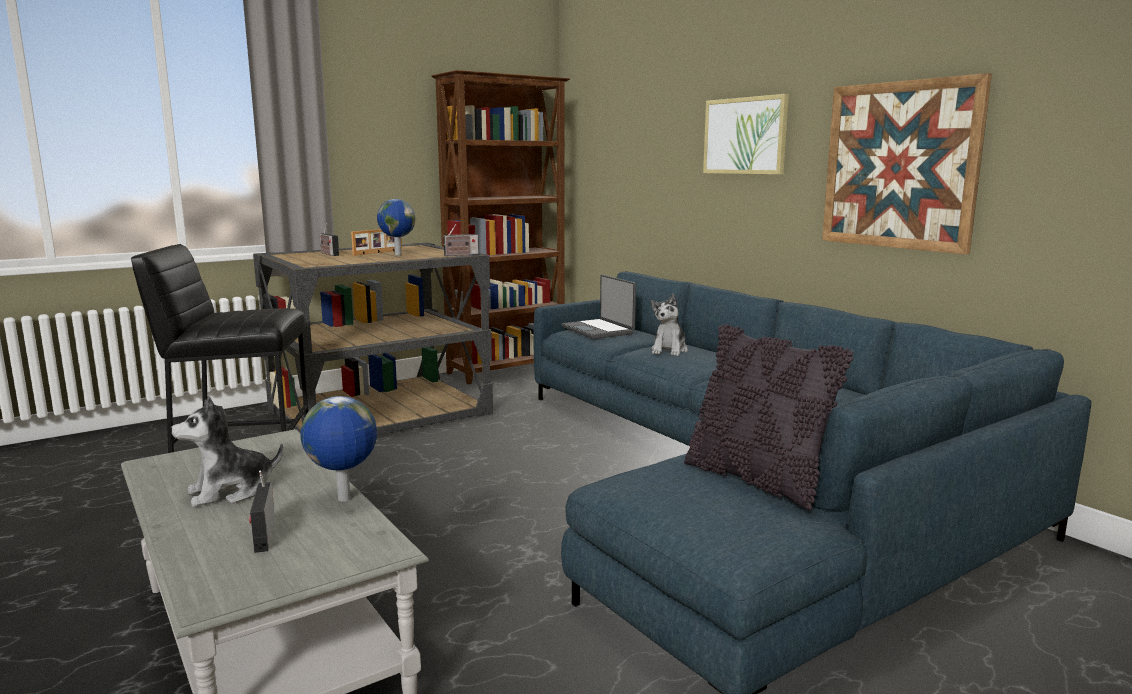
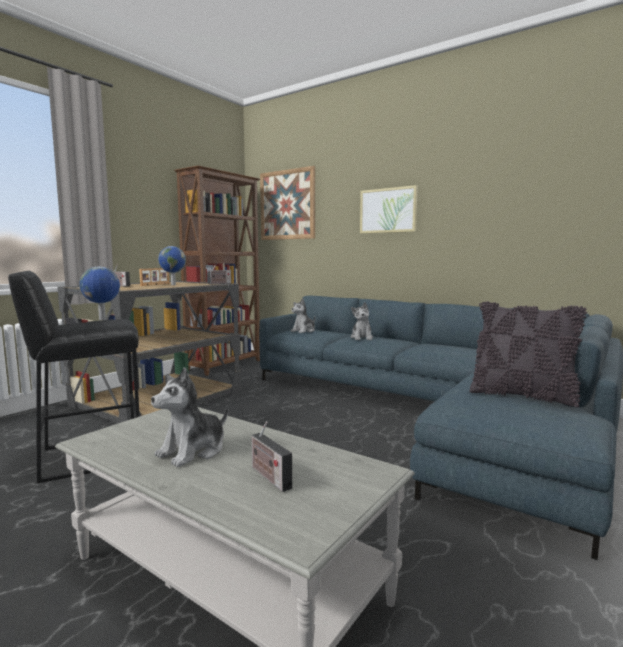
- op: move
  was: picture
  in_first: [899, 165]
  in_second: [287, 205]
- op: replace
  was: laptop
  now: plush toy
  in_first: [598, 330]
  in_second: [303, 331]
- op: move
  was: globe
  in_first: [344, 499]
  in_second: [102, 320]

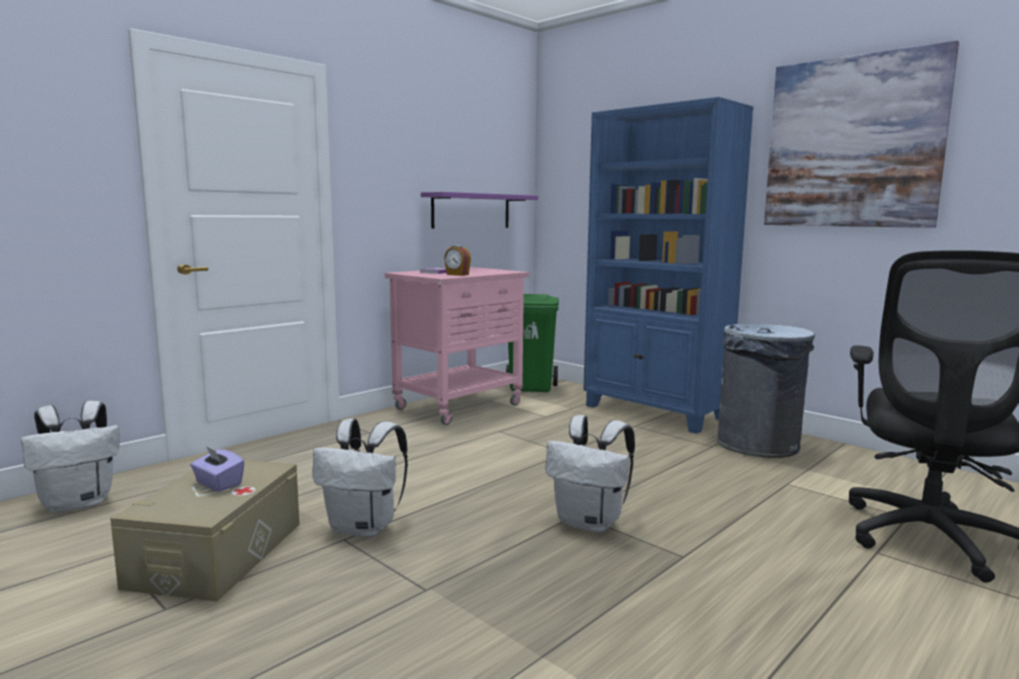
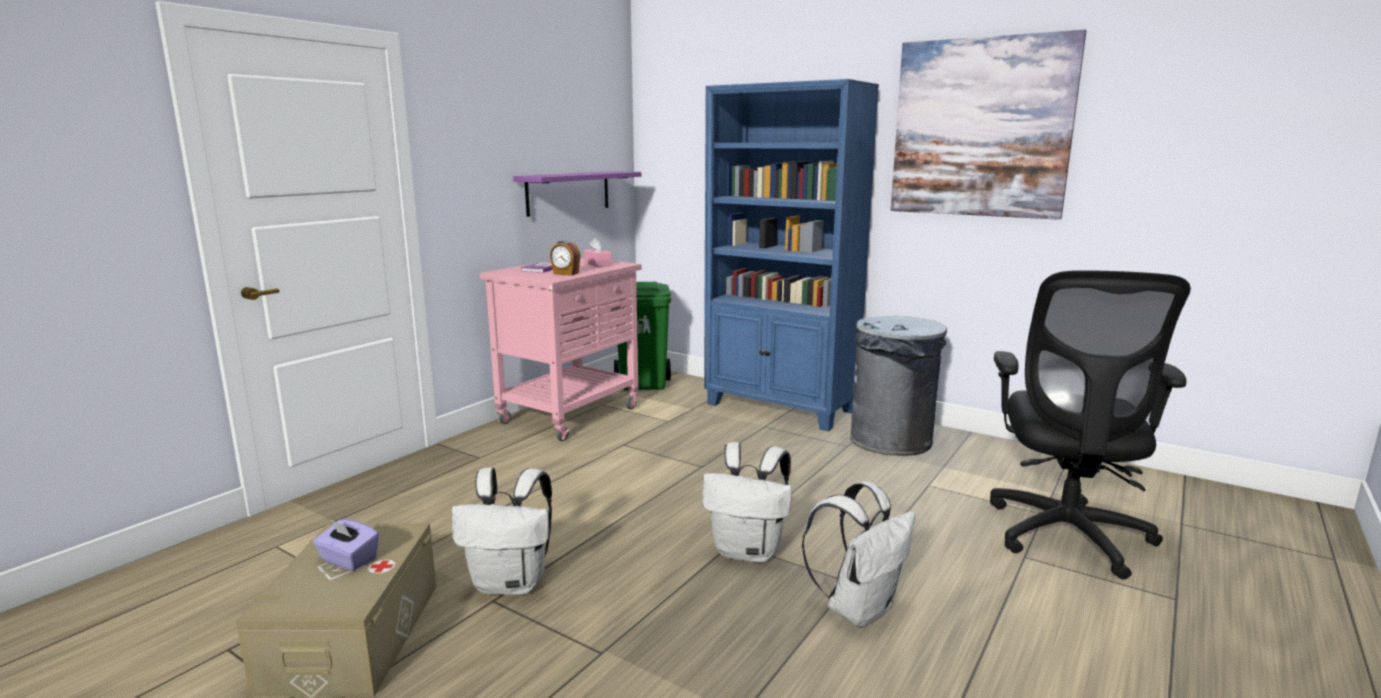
- op: move
  was: white backpack
  in_first: [79, 503]
  in_second: [859, 608]
- op: insert
  now: pink tissue box
  in_second: [597, 264]

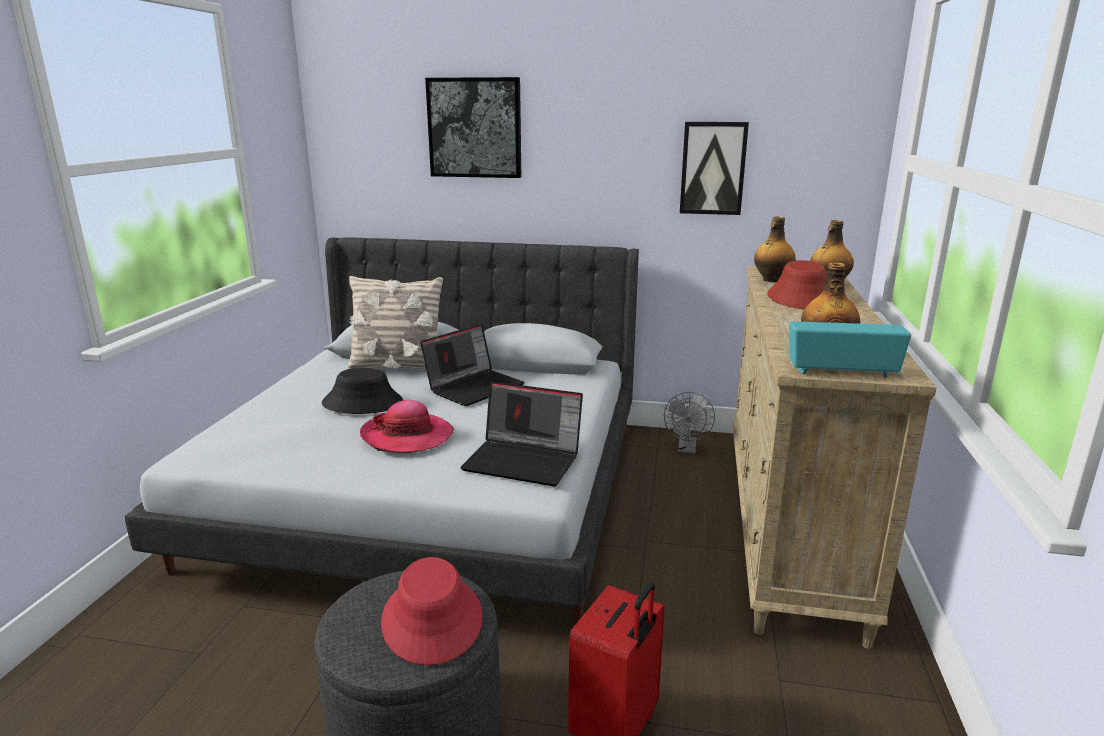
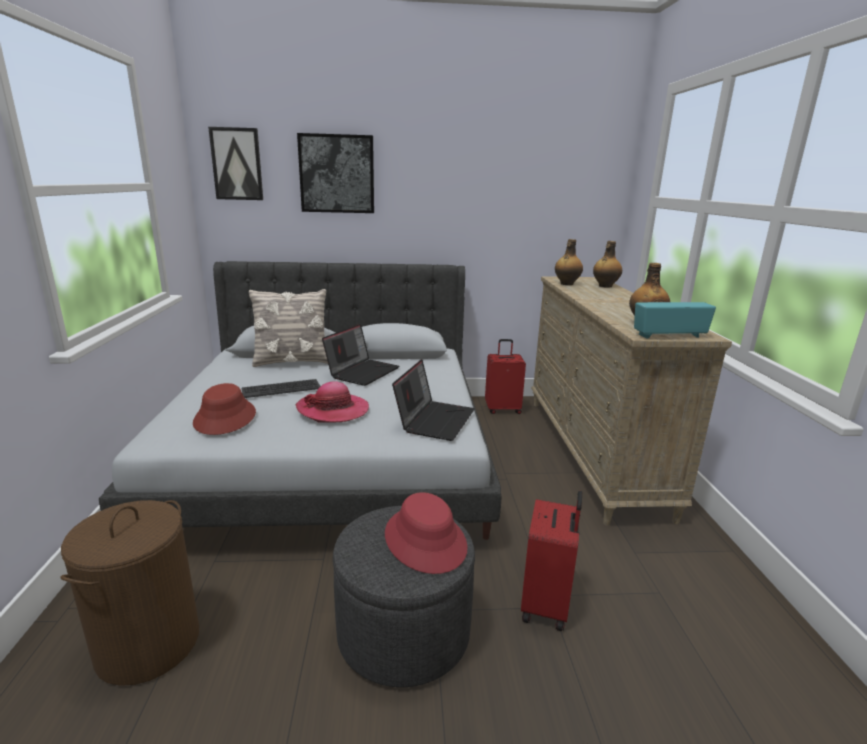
- op: move
  was: picture
  in_first: [713, 168]
  in_second: [237, 164]
- op: move
  was: red hat
  in_first: [801, 298]
  in_second: [225, 418]
- op: replace
  was: black hat
  now: keyboard
  in_first: [363, 403]
  in_second: [281, 389]
- op: rotate
  was: laptop
  in_first: [524, 460]
  in_second: [434, 420]
  clockwise: -75
- op: replace
  was: grey fan
  now: red suitcase
  in_first: [687, 449]
  in_second: [502, 409]
- op: insert
  now: brown laundry basket
  in_second: [148, 645]

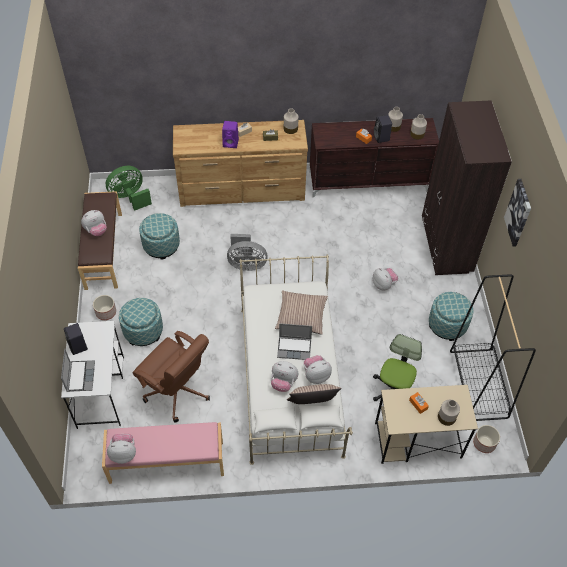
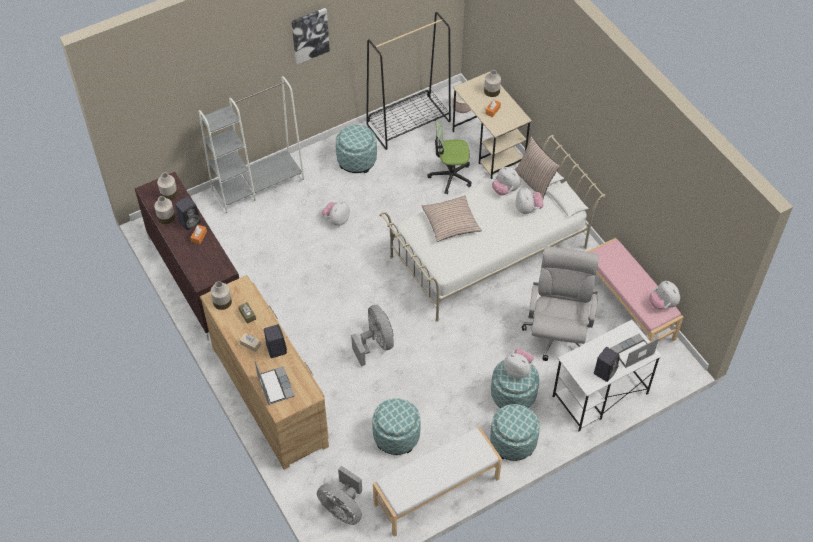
- op: replace
  was: brown wardrobe
  now: grey clothes rack
  in_first: [446, 246]
  in_second: [259, 187]
- op: recolor
  was: purple speaker
  now: black speaker
  in_first: [231, 143]
  in_second: [276, 348]
- op: recolor
  was: green fan
  now: grey fan
  in_first: [130, 197]
  in_second: [343, 509]
- op: recolor
  was: brown bench
  now: white bench
  in_first: [103, 250]
  in_second: [437, 492]
- op: move
  was: plush toy
  in_first: [96, 231]
  in_second: [518, 370]
- op: replace
  was: planter
  now: ottoman
  in_first: [106, 312]
  in_second: [513, 442]
- op: move
  was: laptop
  in_first: [294, 348]
  in_second: [275, 386]
- op: recolor
  was: brown office chair
  now: grey office chair
  in_first: [177, 390]
  in_second: [557, 333]

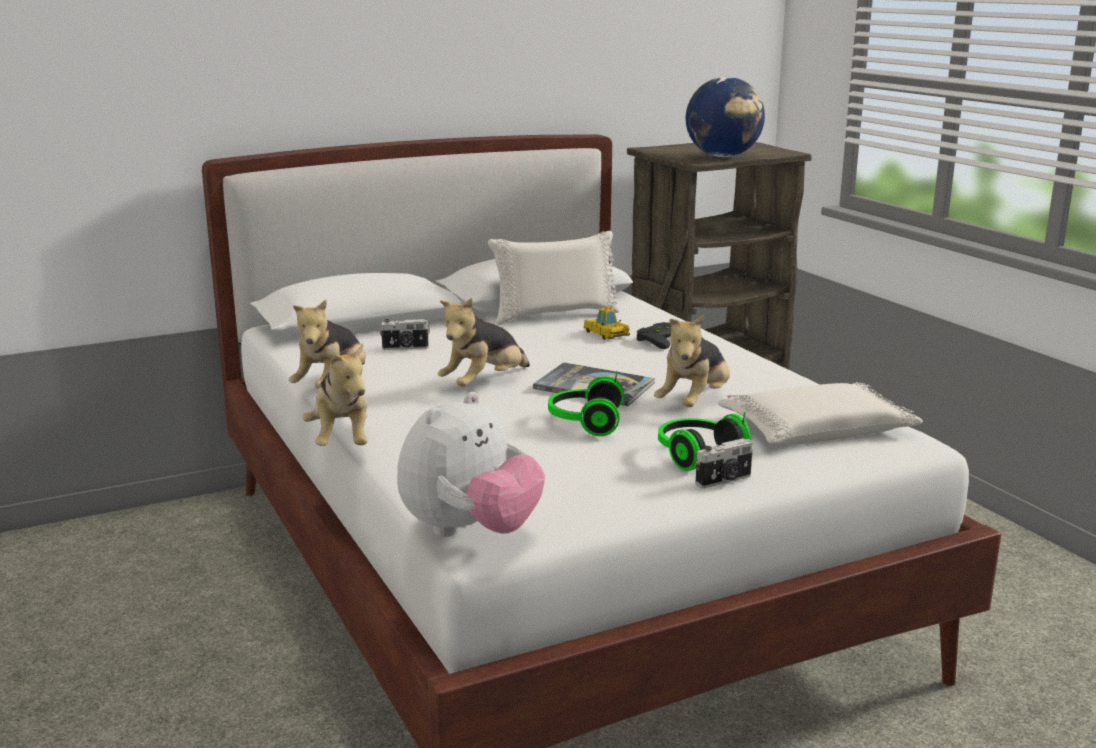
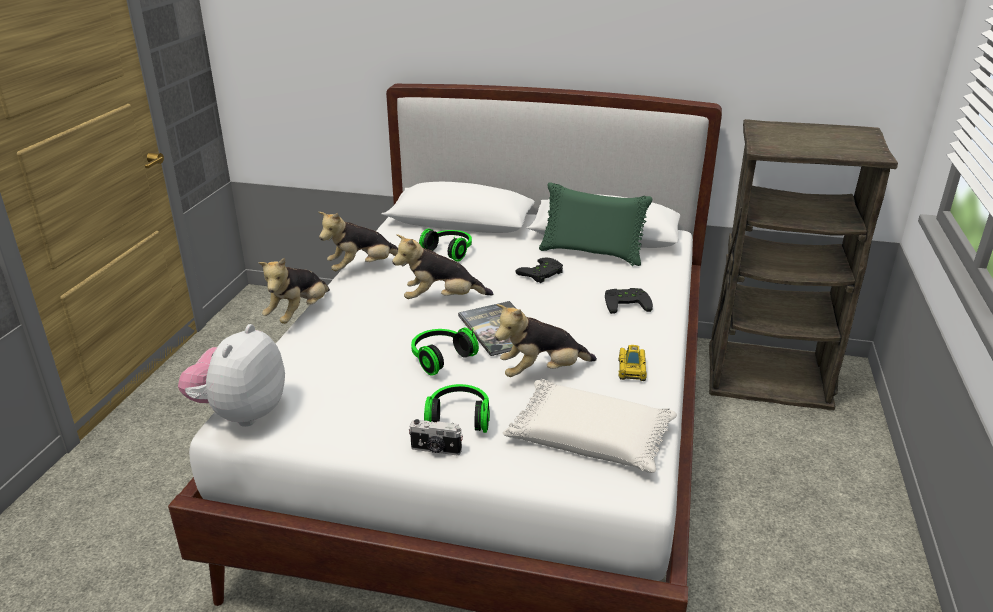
- op: delete
  was: globe
  in_first: [723, 156]
- op: recolor
  was: white pillow
  now: green pillow
  in_first: [555, 315]
  in_second: [591, 253]
- op: move
  was: toy car
  in_first: [606, 333]
  in_second: [632, 369]
- op: replace
  was: photo camera
  now: headphones
  in_first: [405, 348]
  in_second: [449, 251]
- op: rotate
  was: plush toy
  in_first: [470, 532]
  in_second: [241, 413]
  clockwise: 120
- op: insert
  now: black game controller
  in_second: [542, 274]

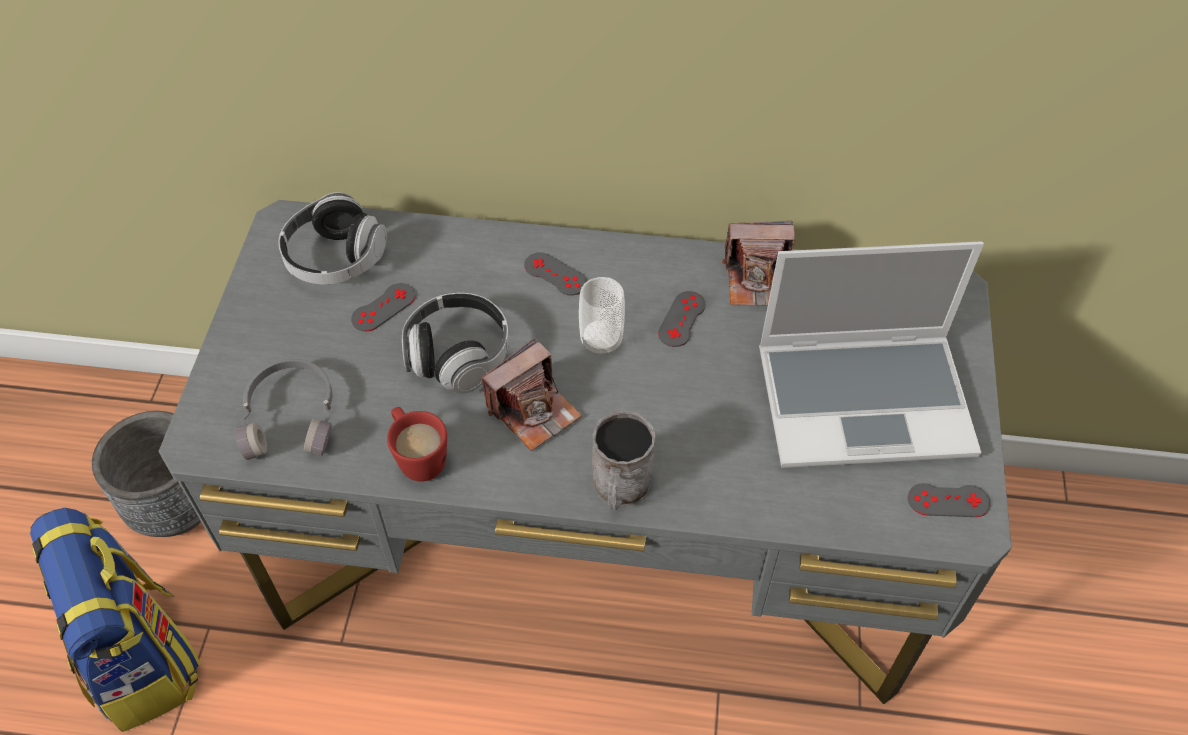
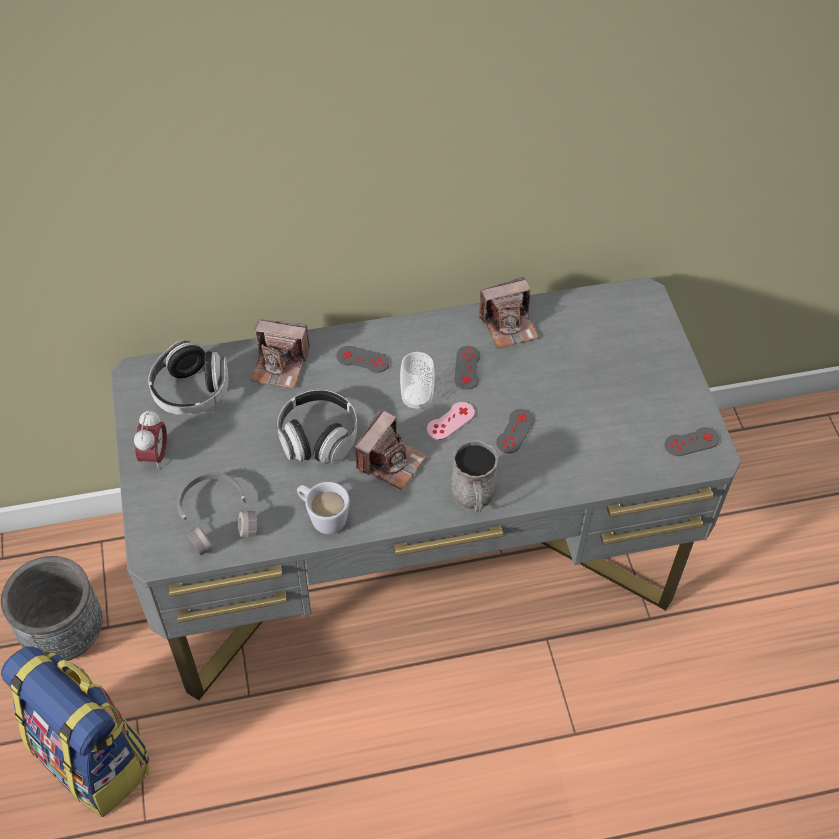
- op: delete
  was: laptop
  in_first: [866, 399]
- op: move
  was: grey game controller
  in_first: [383, 307]
  in_second: [515, 431]
- op: recolor
  was: red mug
  now: white mug
  in_first: [418, 457]
  in_second: [323, 517]
- op: insert
  now: photo camera
  in_second: [280, 365]
- op: insert
  now: pink game controller
  in_second: [450, 421]
- op: insert
  now: alarm clock
  in_second: [155, 456]

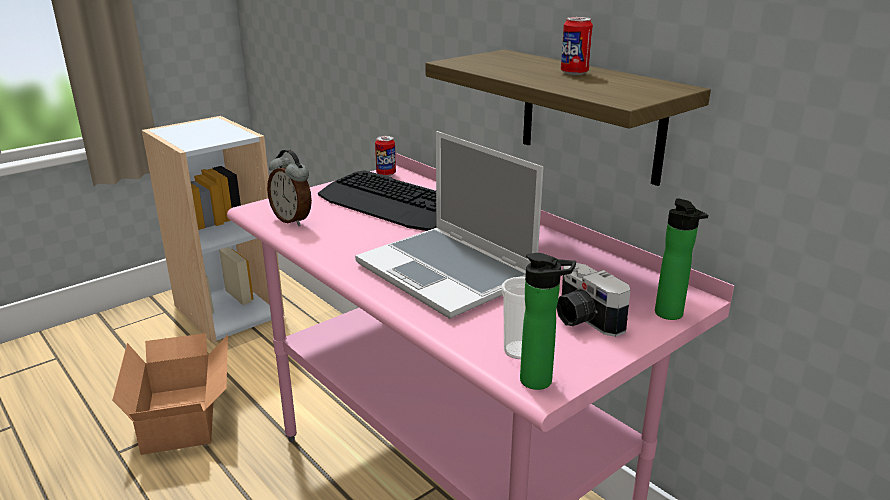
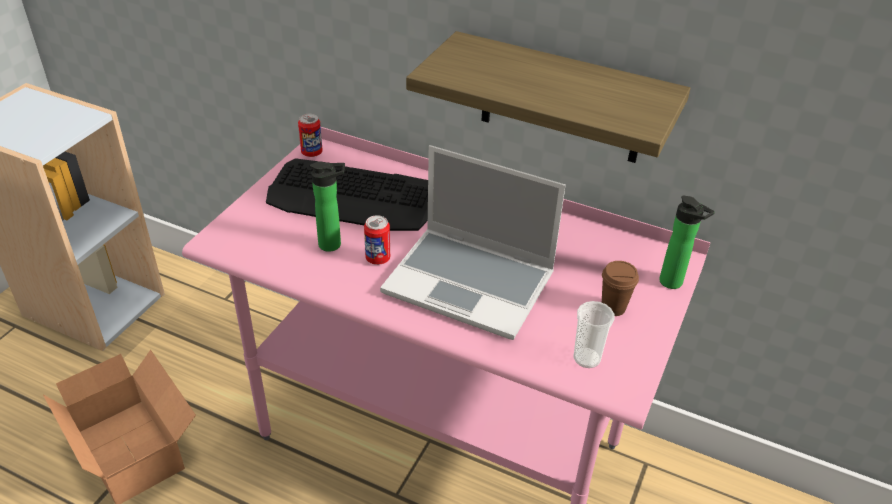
- op: move
  was: can
  in_first: [574, 73]
  in_second: [378, 258]
- op: delete
  was: alarm clock
  in_first: [293, 220]
- op: move
  was: bottle
  in_first: [541, 382]
  in_second: [333, 244]
- op: replace
  was: photo camera
  now: brown cup
  in_first: [583, 319]
  in_second: [613, 307]

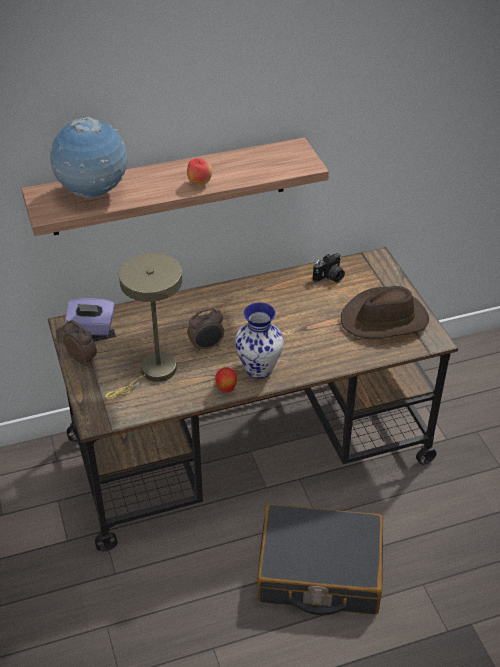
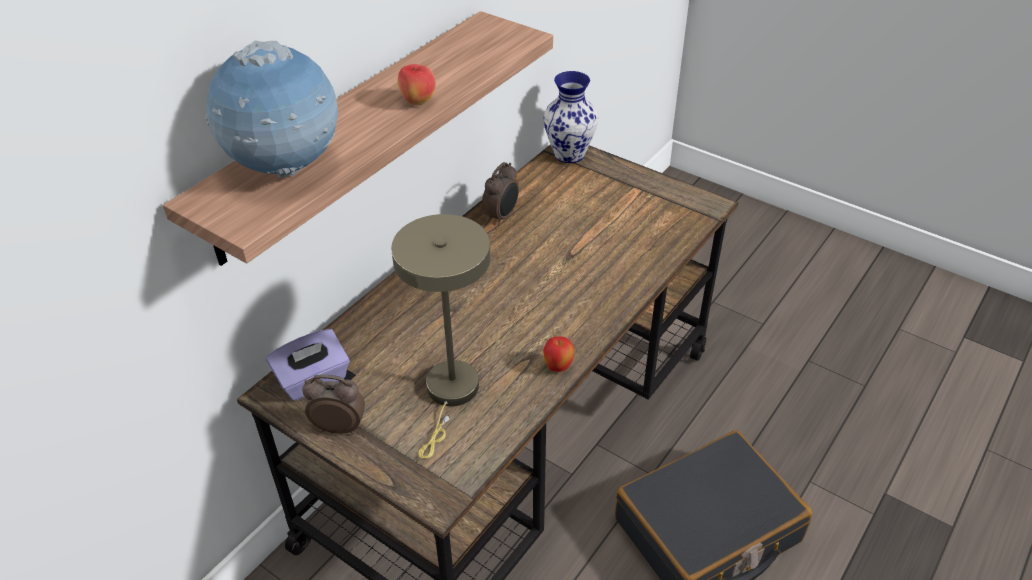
- op: delete
  was: photo camera
  in_first: [330, 277]
- op: delete
  was: brown hat
  in_first: [385, 319]
- op: move
  was: vase
  in_first: [259, 369]
  in_second: [570, 154]
- op: move
  was: alarm clock
  in_first: [207, 346]
  in_second: [502, 216]

